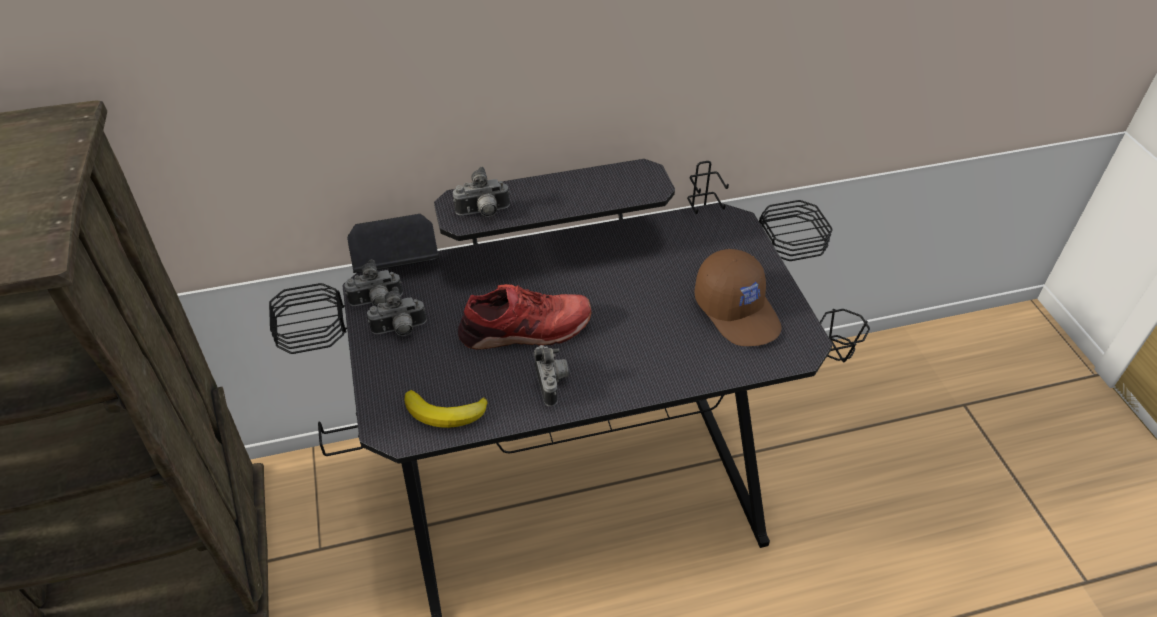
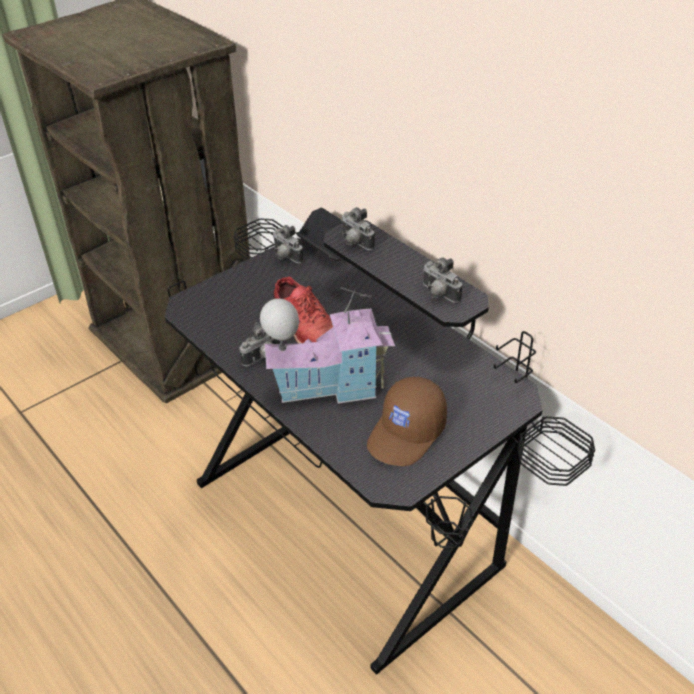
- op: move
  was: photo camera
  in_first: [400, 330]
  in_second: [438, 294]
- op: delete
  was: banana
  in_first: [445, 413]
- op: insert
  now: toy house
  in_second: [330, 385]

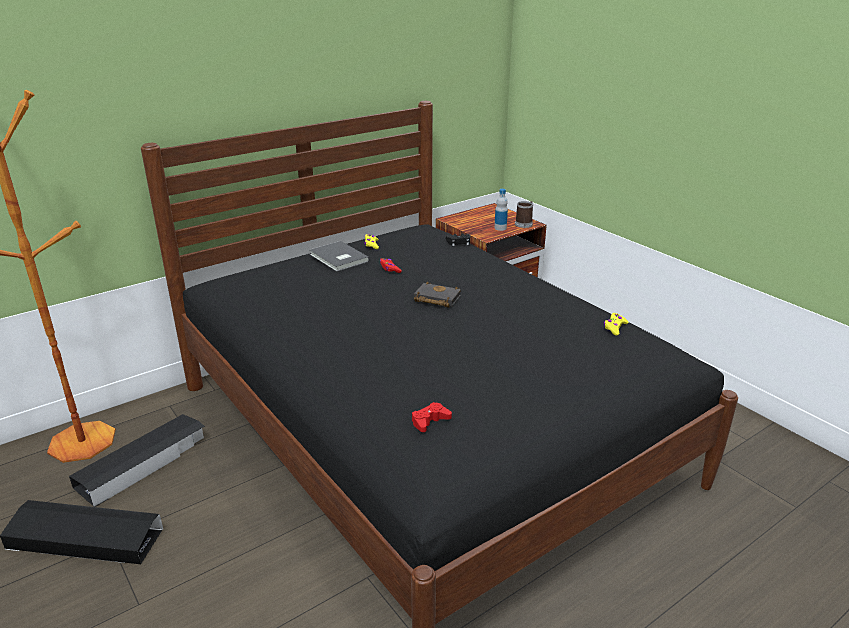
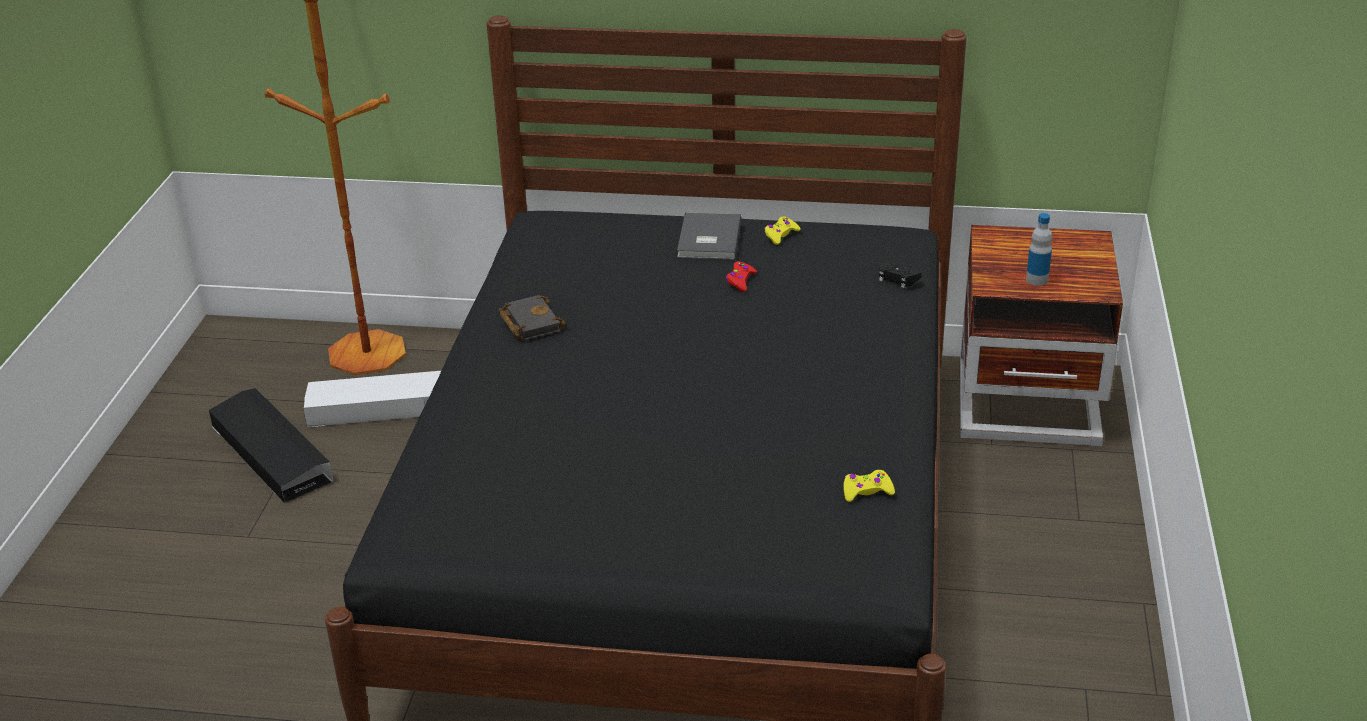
- op: delete
  was: mug
  in_first: [524, 223]
- op: move
  was: black book
  in_first: [435, 299]
  in_second: [529, 322]
- op: delete
  was: red game controller
  in_first: [430, 421]
- op: recolor
  was: black storage box
  now: white storage box
  in_first: [143, 463]
  in_second: [389, 406]

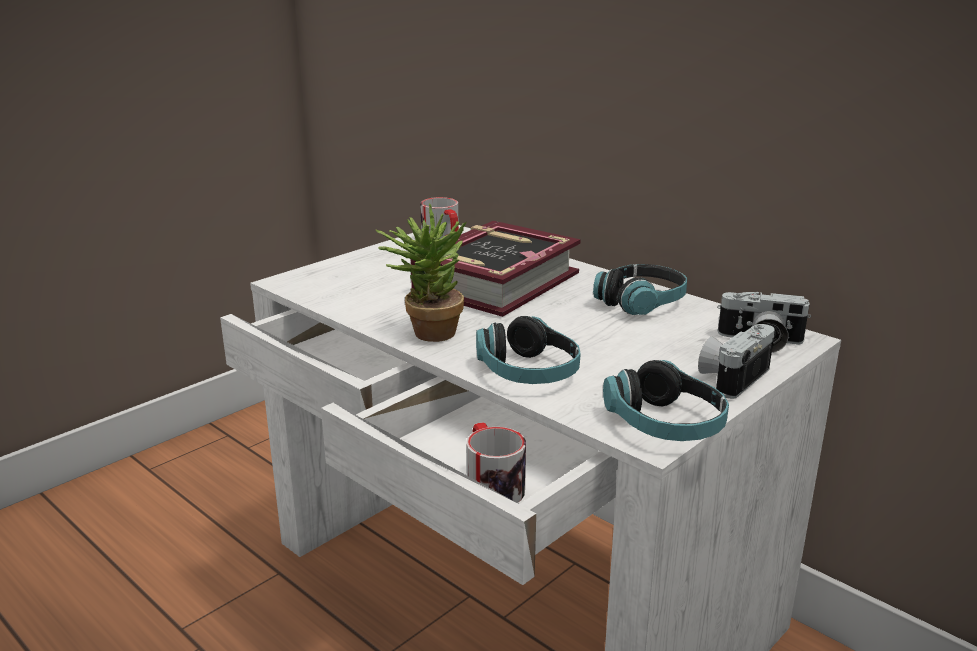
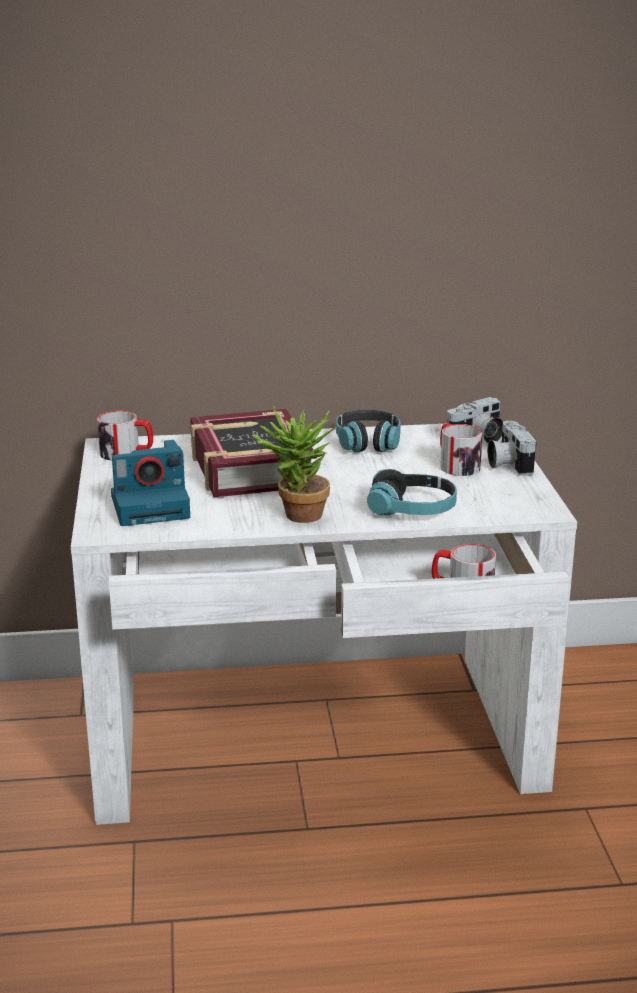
- op: delete
  was: headphones
  in_first: [665, 424]
- op: insert
  now: mug
  in_second: [456, 465]
- op: insert
  now: photo camera
  in_second: [152, 506]

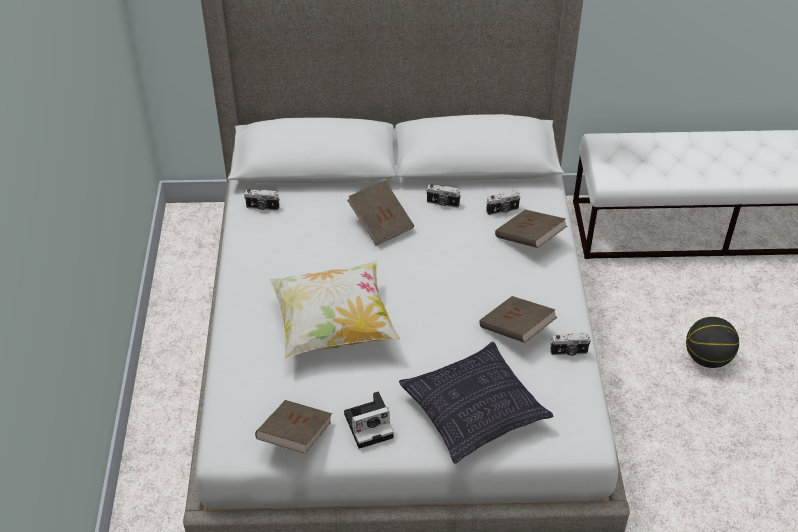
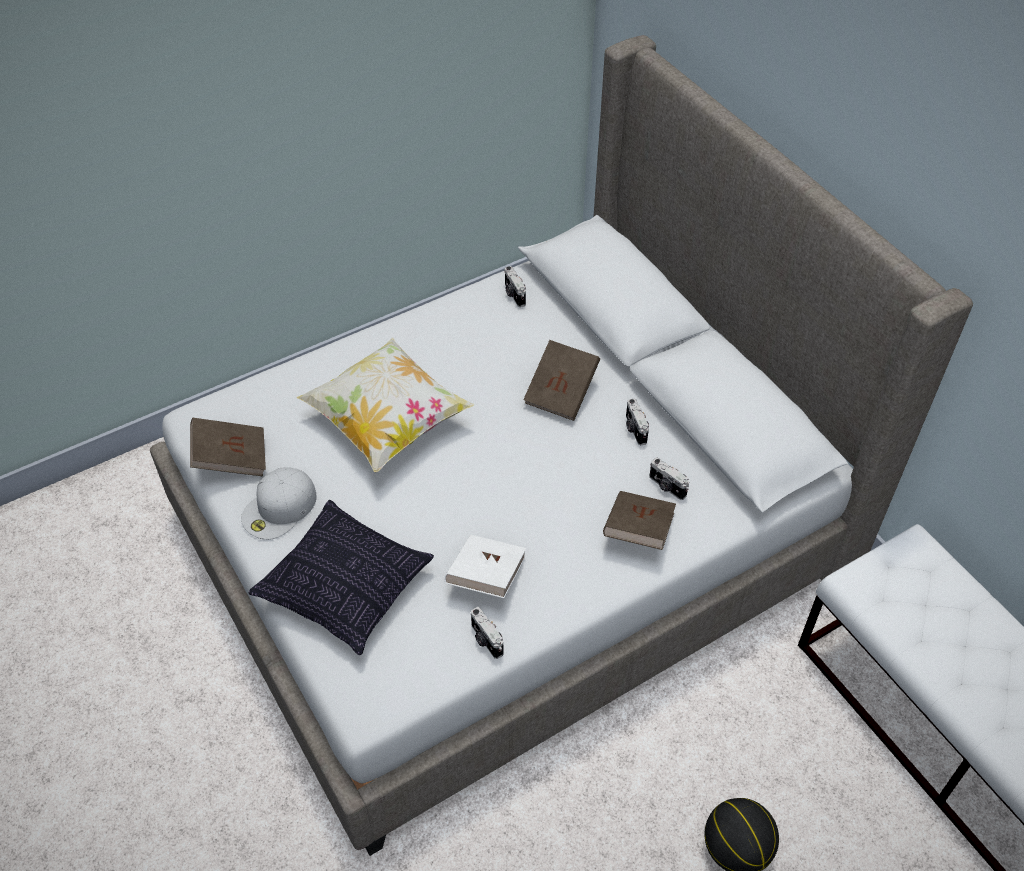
- op: recolor
  was: brown book
  now: white book
  in_first: [516, 330]
  in_second: [486, 577]
- op: replace
  was: photo camera
  now: white cap
  in_first: [370, 424]
  in_second: [279, 508]

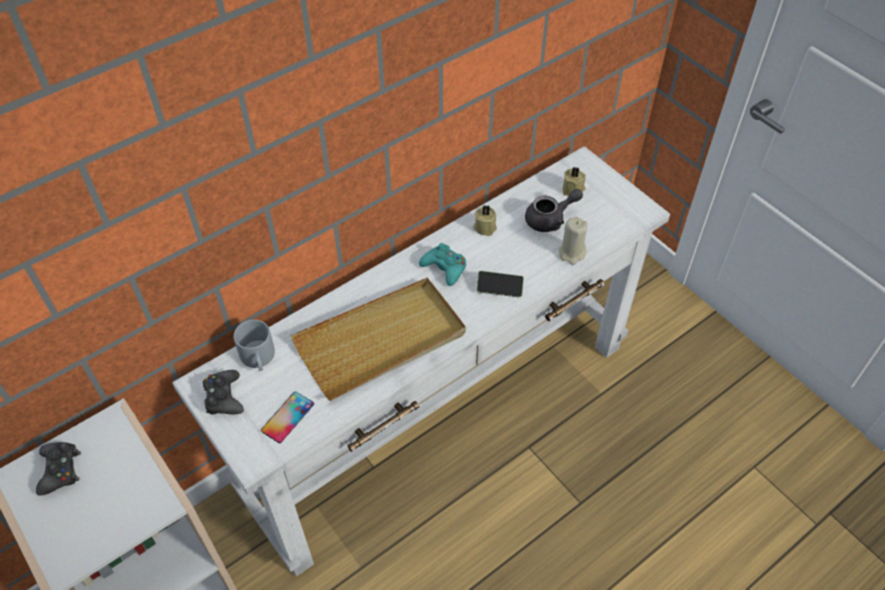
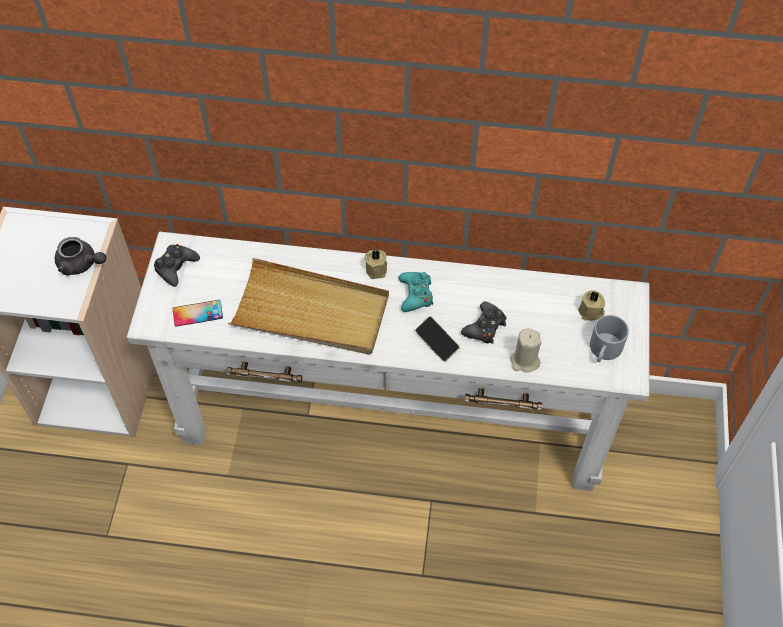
- op: move
  was: grey teapot
  in_first: [550, 219]
  in_second: [81, 264]
- op: move
  was: beige candle
  in_first: [485, 227]
  in_second: [377, 269]
- op: move
  was: grey mug
  in_first: [259, 358]
  in_second: [604, 351]
- op: move
  was: black game controller
  in_first: [60, 470]
  in_second: [485, 327]

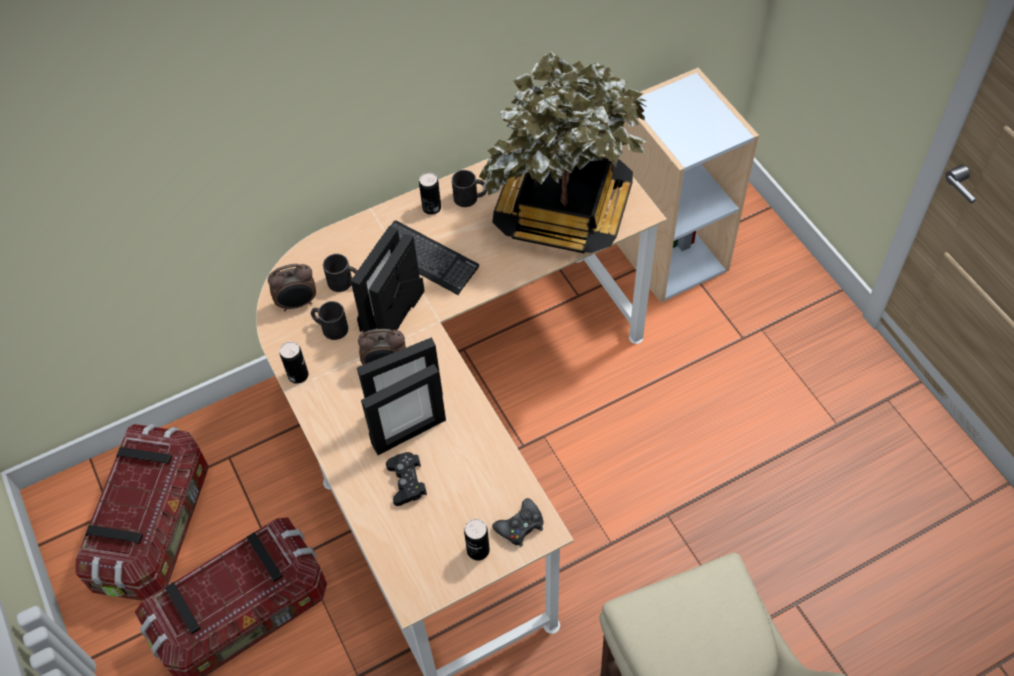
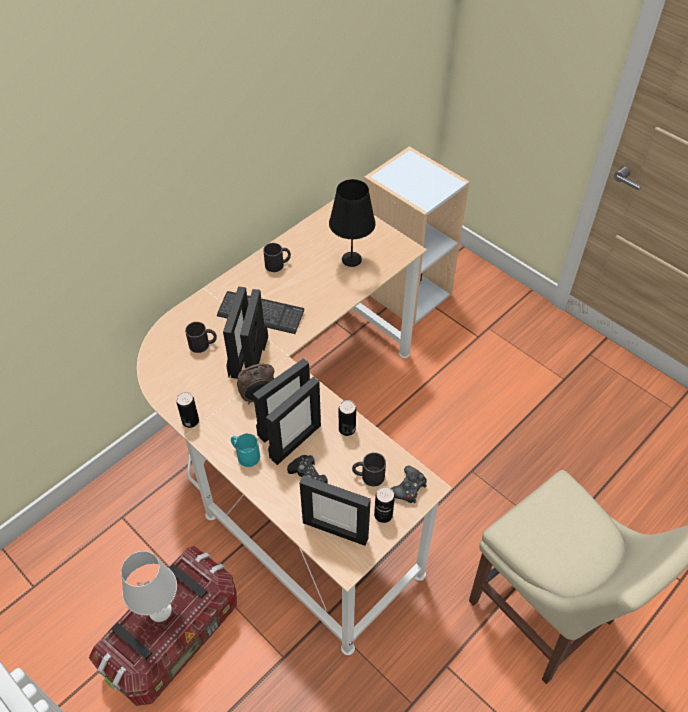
- op: replace
  was: potted plant
  now: black table lamp
  in_first: [563, 211]
  in_second: [351, 259]
- op: move
  was: can
  in_first: [431, 208]
  in_second: [347, 429]
- op: delete
  was: alarm clock
  in_first: [297, 303]
- op: move
  was: black mug
  in_first: [330, 327]
  in_second: [368, 476]
- op: delete
  was: storage box
  in_first: [156, 527]
- op: insert
  now: turquoise mug
  in_second: [245, 454]
- op: insert
  now: picture frame
  in_second: [335, 529]
- op: insert
  now: white table lamp
  in_second: [160, 610]

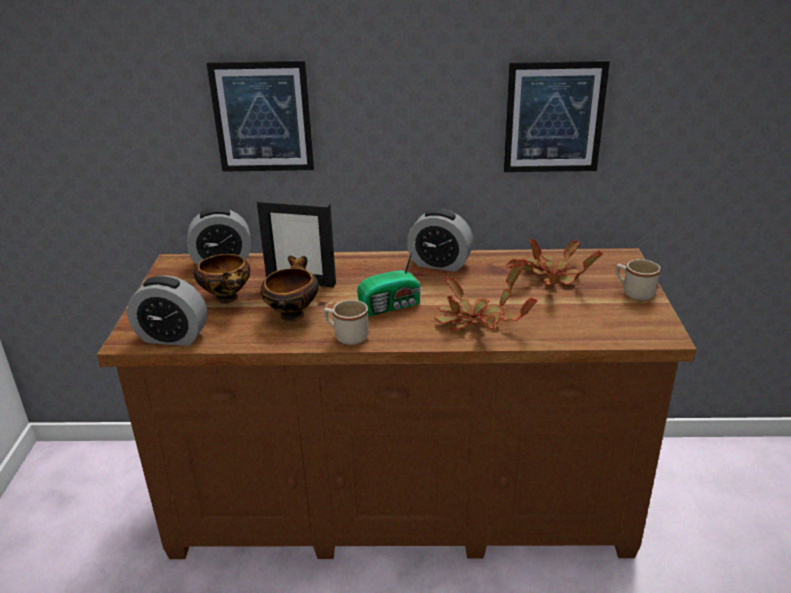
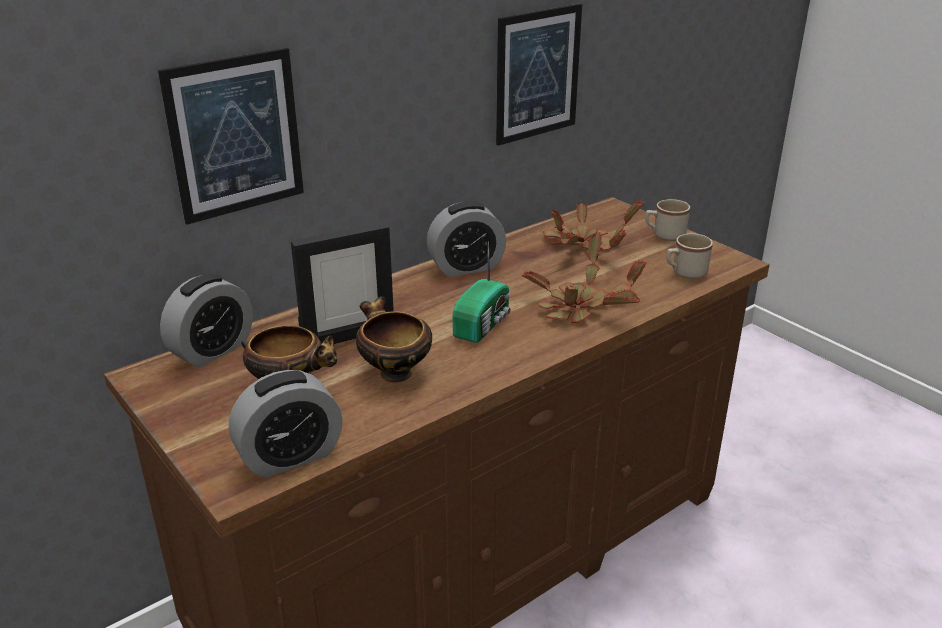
- op: move
  was: beige mug
  in_first: [346, 336]
  in_second: [685, 273]

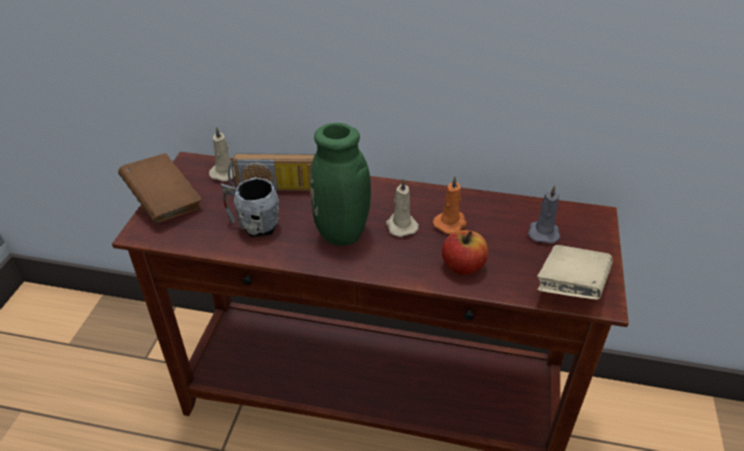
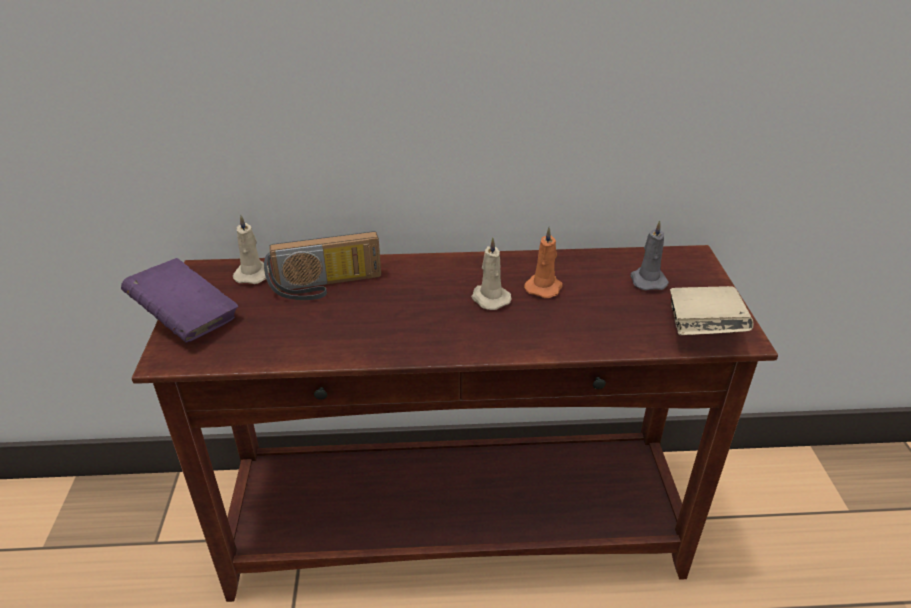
- op: delete
  was: green vase
  in_first: [343, 237]
- op: recolor
  was: brown book
  now: purple book
  in_first: [164, 203]
  in_second: [186, 319]
- op: delete
  was: grey mug
  in_first: [253, 225]
- op: delete
  was: apple
  in_first: [463, 266]

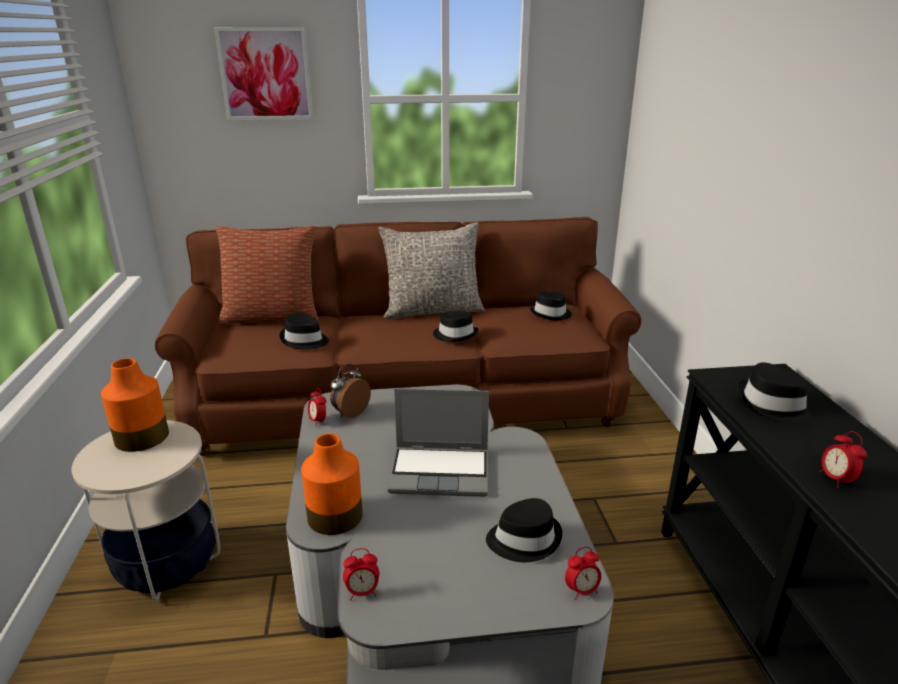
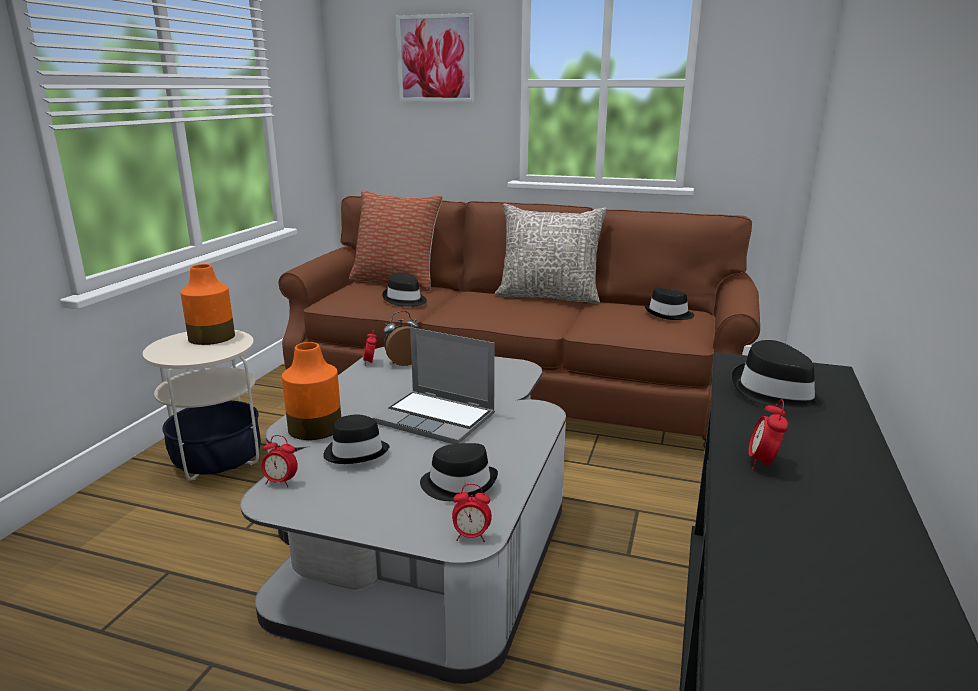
- op: move
  was: black hat
  in_first: [455, 334]
  in_second: [356, 452]

